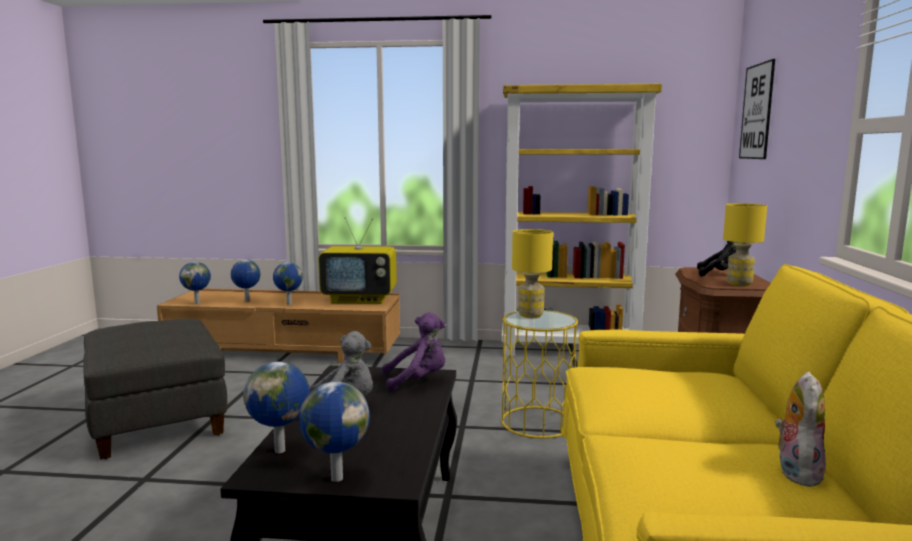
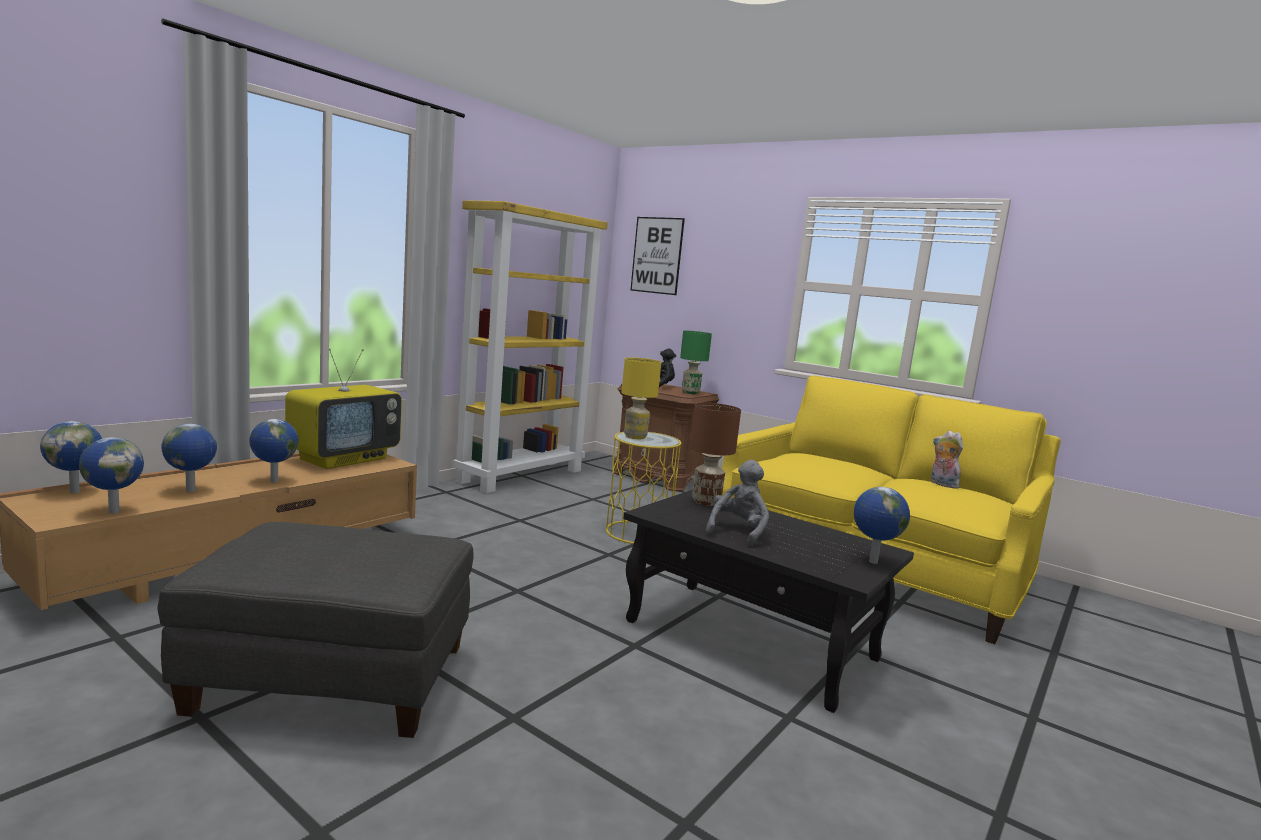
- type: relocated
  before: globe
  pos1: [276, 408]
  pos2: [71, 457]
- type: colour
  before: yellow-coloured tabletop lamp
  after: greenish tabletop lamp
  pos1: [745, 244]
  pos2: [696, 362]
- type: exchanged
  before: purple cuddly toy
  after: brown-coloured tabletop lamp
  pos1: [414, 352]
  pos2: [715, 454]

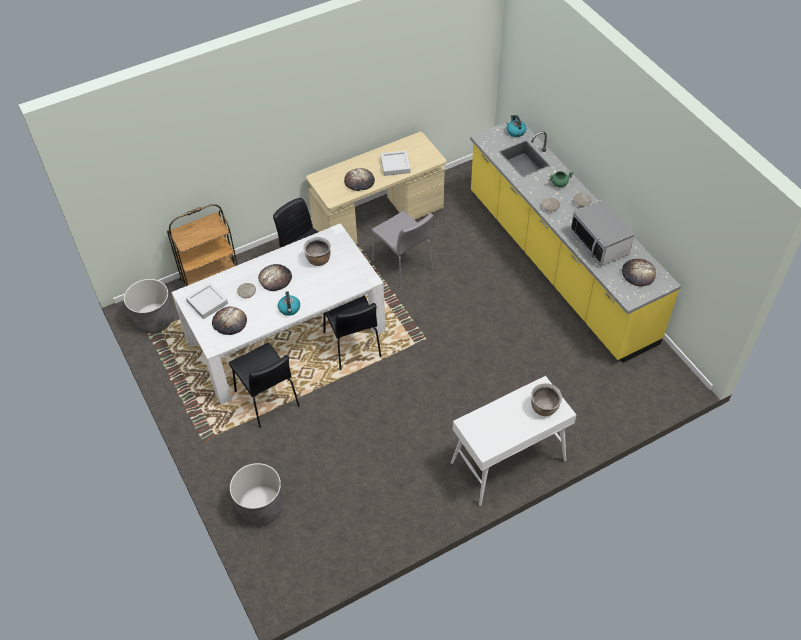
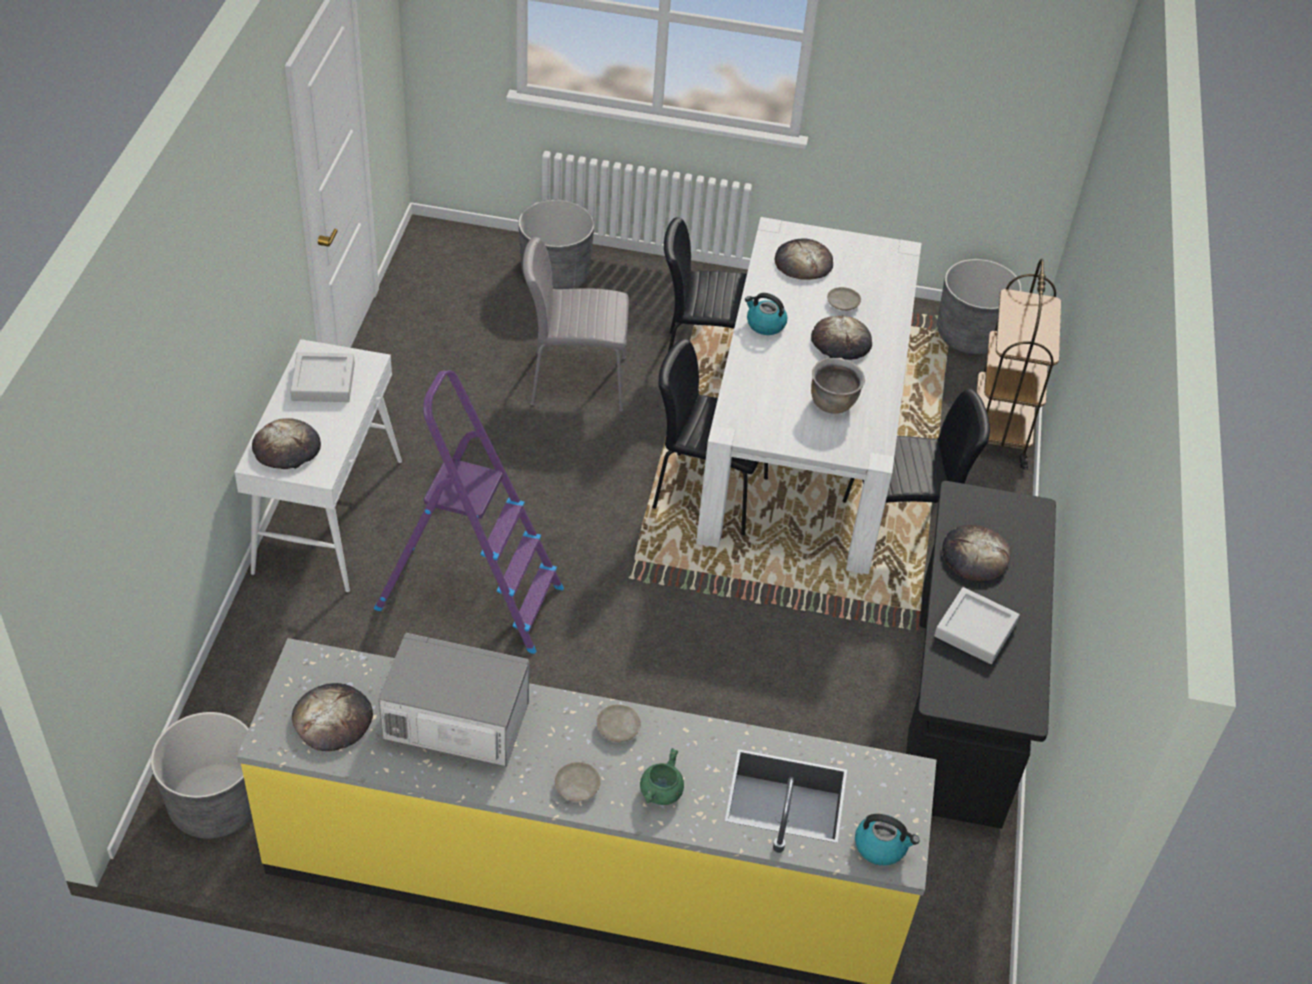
- type: appeared
  after: grey plant pot
  pos2: [201, 775]
- type: exchanged
  before: brown-coloured stockpot
  after: bread
  pos1: [546, 399]
  pos2: [286, 443]
- type: relocated
  before: grey tray
  pos1: [207, 301]
  pos2: [322, 377]
- type: appeared
  after: purple stepladder
  pos2: [469, 512]
- type: relocated
  before: grey upright chair
  pos1: [402, 249]
  pos2: [576, 324]
- type: colour
  before: sand-coloured desk
  after: blackish desk
  pos1: [376, 188]
  pos2: [981, 655]

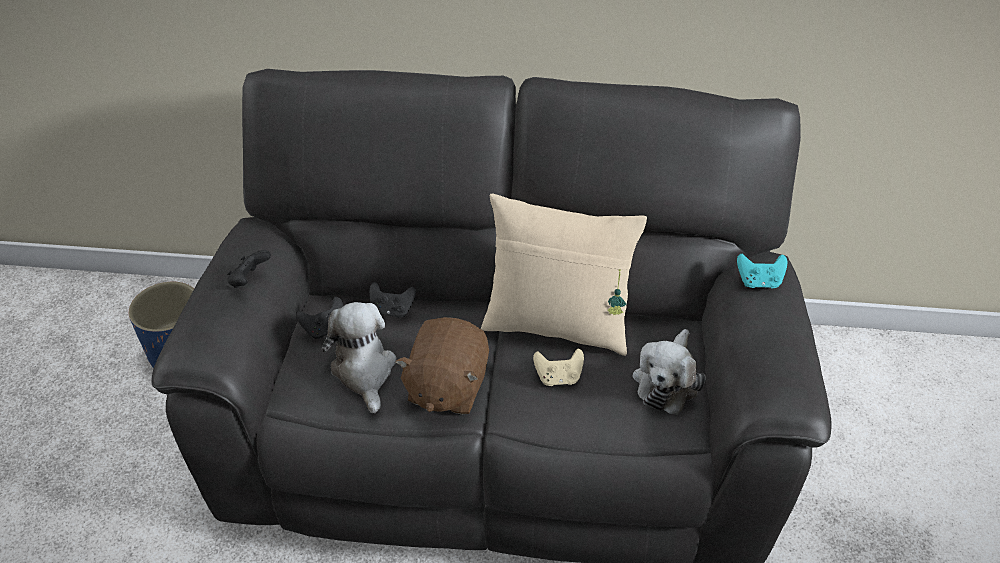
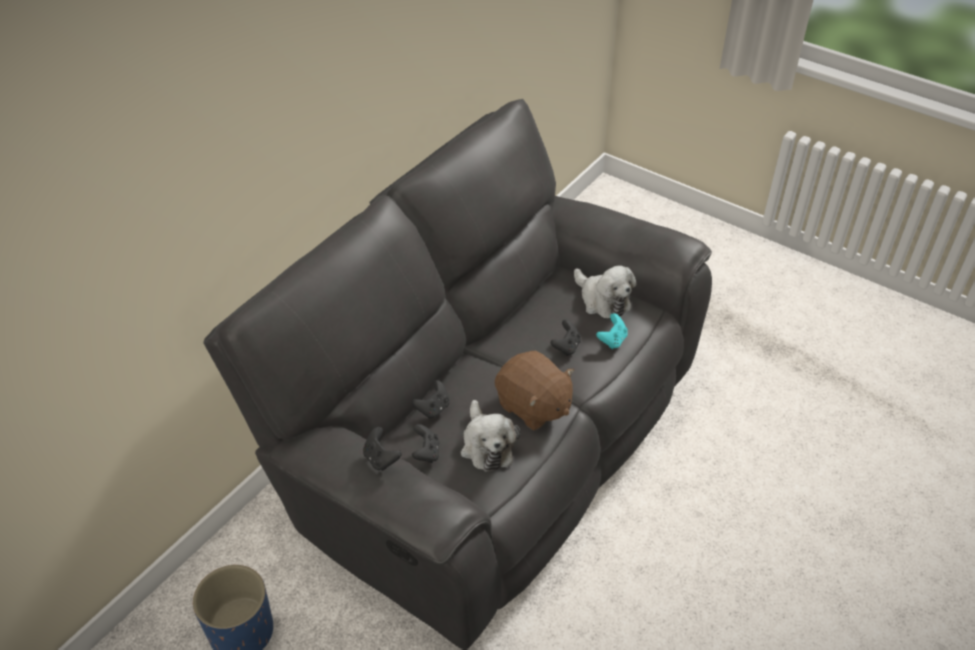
- type: spun
  before: cuddly toy
  pos1: [359, 358]
  pos2: [490, 436]
  turn: -120
- type: colour
  before: sand-coloured joypad
  after: blackish joypad
  pos1: [558, 367]
  pos2: [566, 338]
- type: relocated
  before: turquoise joypad
  pos1: [762, 271]
  pos2: [612, 331]
- type: missing
  before: sand-coloured throw pillow
  pos1: [564, 275]

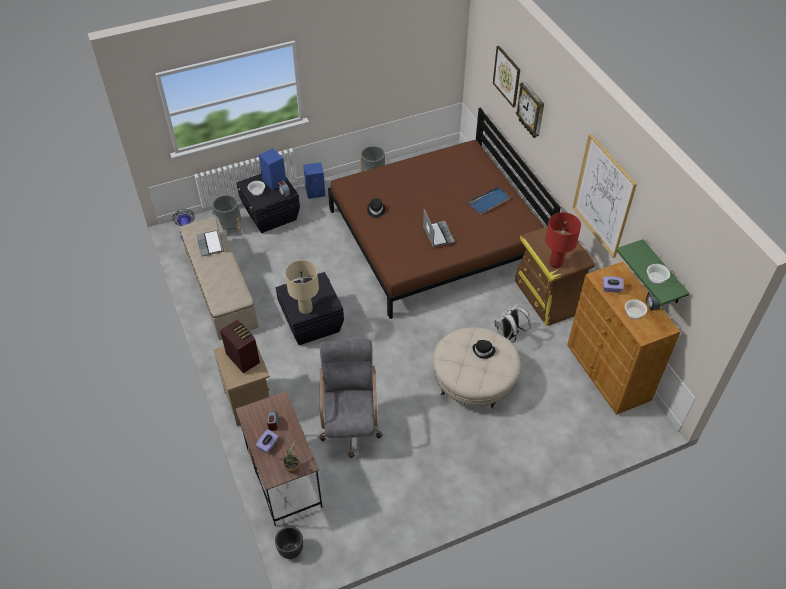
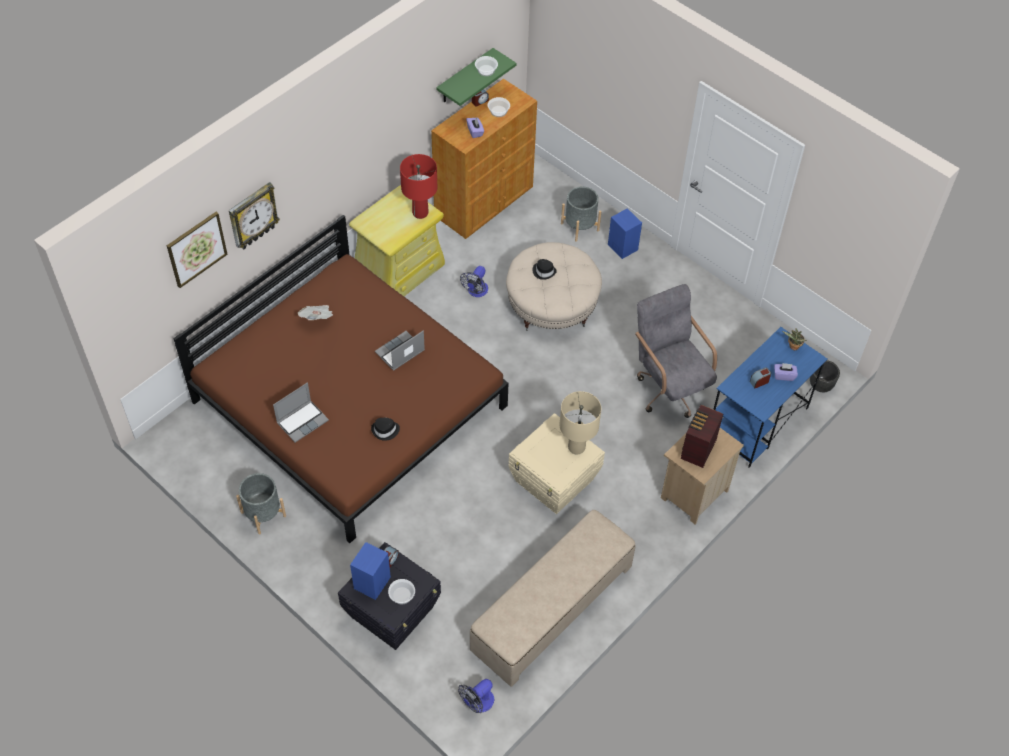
- type: relocated
  before: notebook computer
  pos1: [210, 235]
  pos2: [301, 413]
- type: exchanged
  before: blue tray
  after: printed paper
  pos1: [490, 200]
  pos2: [315, 312]
- type: colour
  before: brown-coloured night table
  after: yellow-coloured night table
  pos1: [555, 276]
  pos2: [397, 240]
- type: exchanged
  before: white-coloured backpack
  after: electric fan
  pos1: [512, 322]
  pos2: [474, 281]
- type: colour
  before: blackish storage bin
  after: sand-coloured storage bin
  pos1: [310, 308]
  pos2: [556, 463]
- type: relocated
  before: grey plant pot
  pos1: [227, 215]
  pos2: [581, 214]
- type: relocated
  before: blue loudspeaker
  pos1: [314, 180]
  pos2: [625, 233]
- type: spun
  before: grey office chair
  pos1: [351, 399]
  pos2: [676, 351]
  turn: 90
- type: colour
  before: brown-coloured desk
  after: blue desk
  pos1: [279, 458]
  pos2: [770, 397]
- type: missing
  before: picture
  pos1: [604, 196]

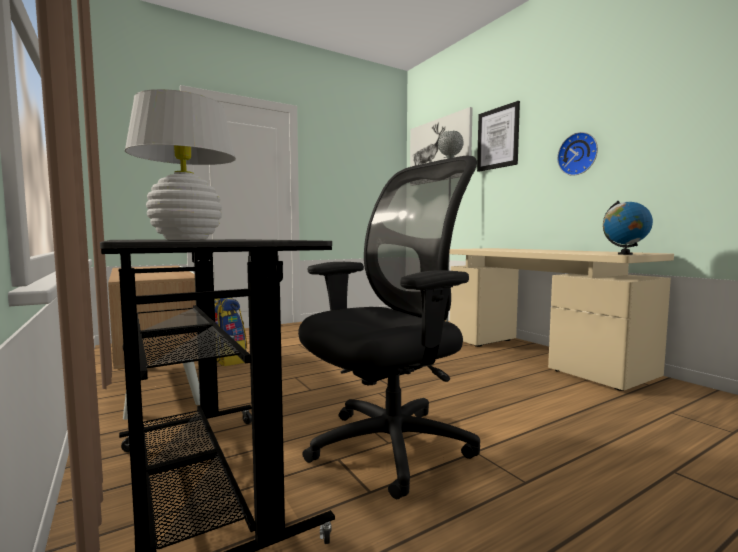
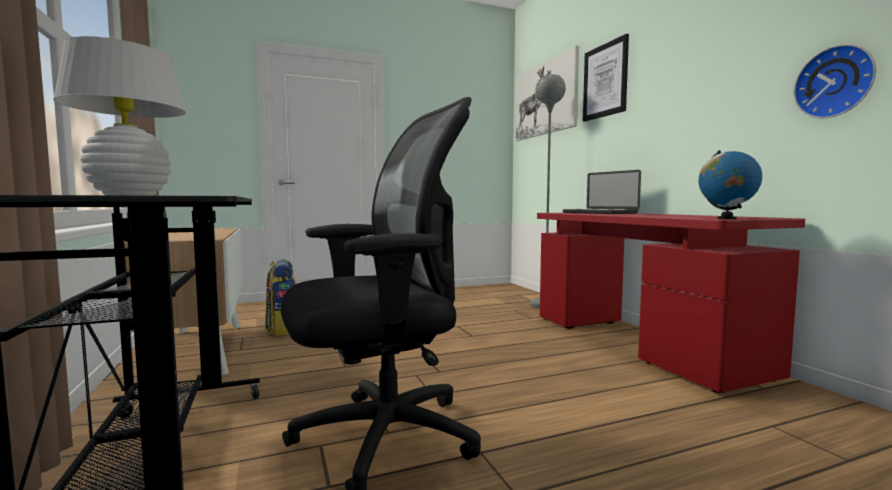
- type: colour
  before: sand-coloured desk
  after: red-coloured desk
  pos1: [561, 319]
  pos2: [671, 303]
- type: appeared
  after: notebook computer
  pos2: [602, 192]
- type: relocated
  before: wall clock
  pos1: [577, 154]
  pos2: [835, 81]

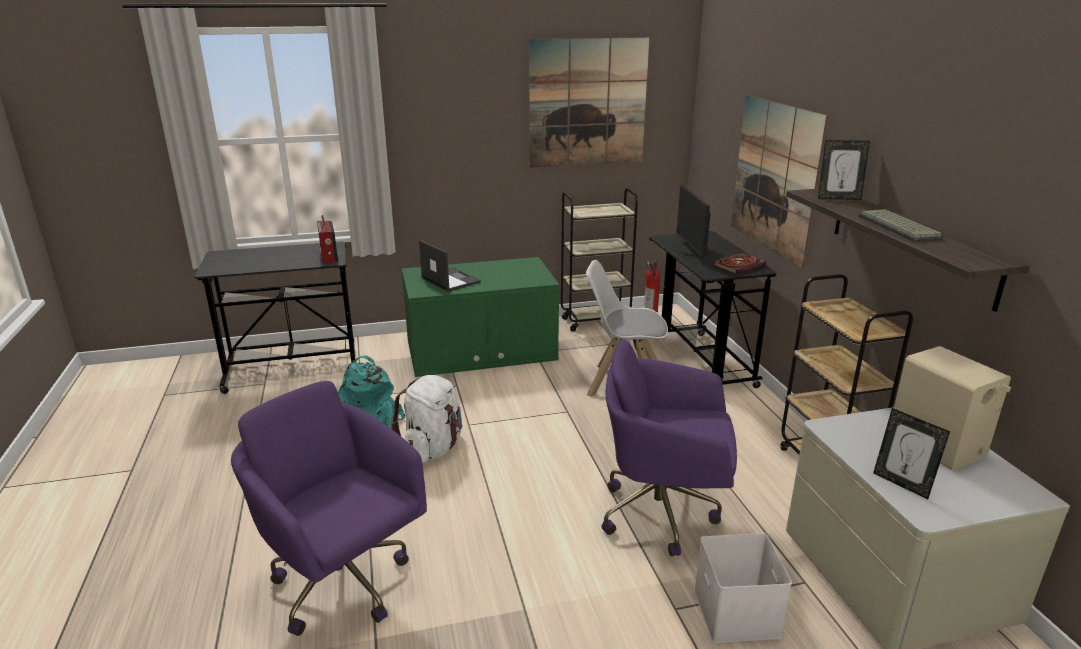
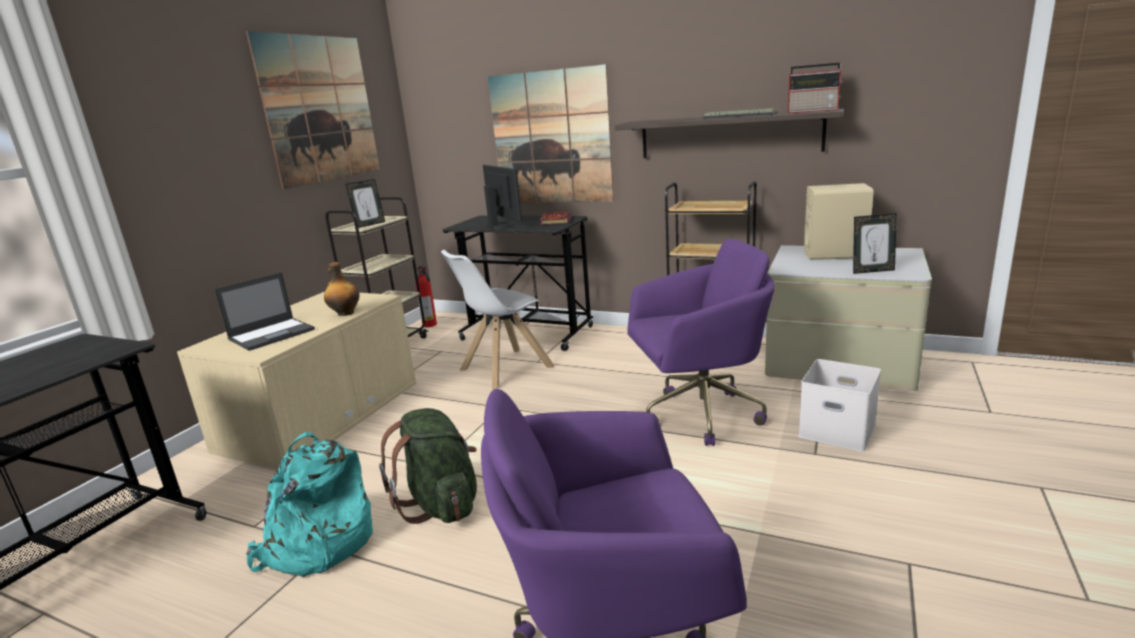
- type: colour
  before: greenish cabinet
  after: sand-coloured cabinet
  pos1: [480, 317]
  pos2: [297, 380]
- type: spun
  before: notebook computer
  pos1: [450, 266]
  pos2: [264, 311]
  turn: 135
- type: appeared
  after: beverage bottle
  pos2: [342, 289]
- type: relocated
  before: picture frame
  pos1: [844, 170]
  pos2: [365, 203]
- type: colour
  before: white-coloured backpack
  after: greenish backpack
  pos1: [426, 419]
  pos2: [428, 466]
- type: spun
  before: computer display
  pos1: [694, 221]
  pos2: [502, 197]
  turn: -150
- type: spun
  before: purple office chair
  pos1: [669, 447]
  pos2: [701, 342]
  turn: -150
- type: relocated
  before: radio receiver
  pos1: [327, 239]
  pos2: [815, 87]

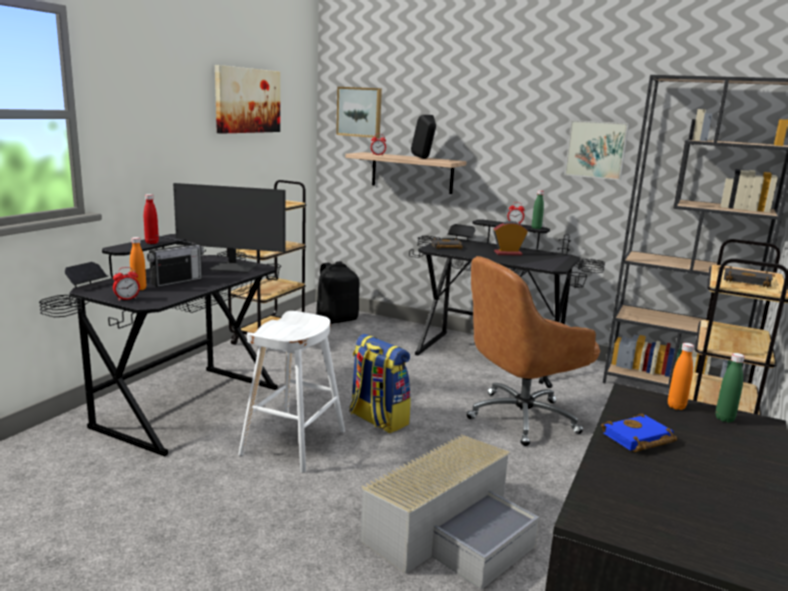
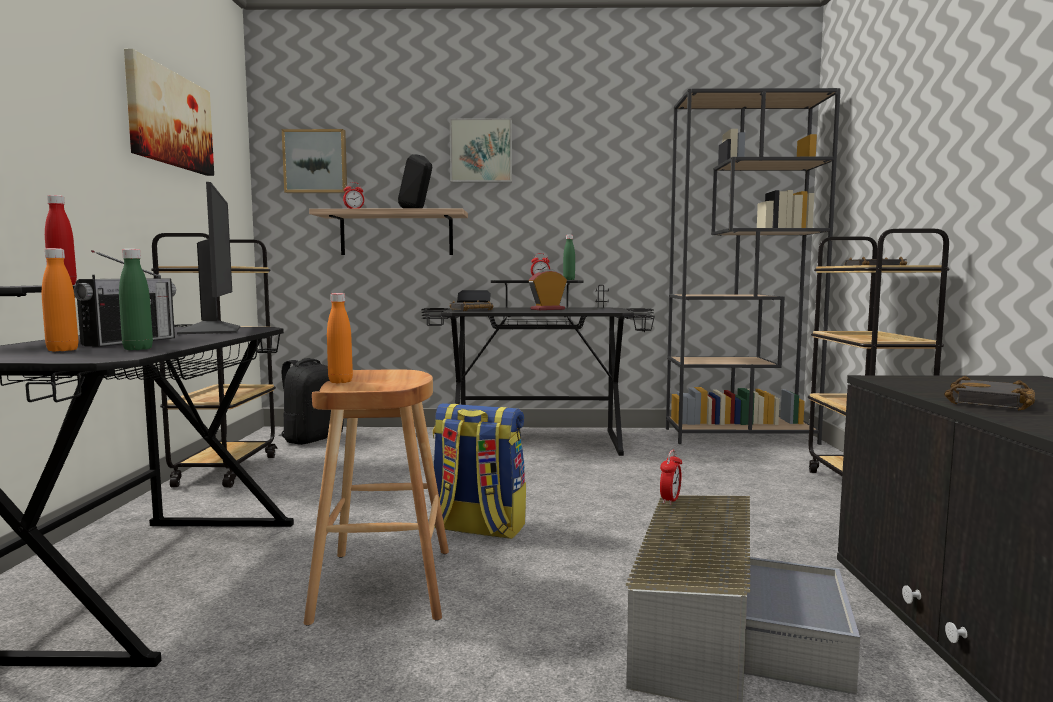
- type: relocated
  before: greenish beverage bottle
  pos1: [730, 388]
  pos2: [136, 299]
- type: spun
  before: computer display
  pos1: [229, 228]
  pos2: [208, 258]
  turn: -90
- type: colour
  before: white-coloured sitting stool
  after: brown-coloured sitting stool
  pos1: [291, 392]
  pos2: [376, 498]
- type: relocated
  before: orange-coloured beverage bottle
  pos1: [681, 376]
  pos2: [340, 338]
- type: relocated
  before: picture
  pos1: [596, 150]
  pos2: [481, 150]
- type: relocated
  before: bedside clock
  pos1: [126, 284]
  pos2: [671, 477]
- type: colour
  before: blue bound book
  after: blackish bound book
  pos1: [639, 432]
  pos2: [989, 393]
- type: missing
  before: brown-coloured office chair
  pos1: [533, 351]

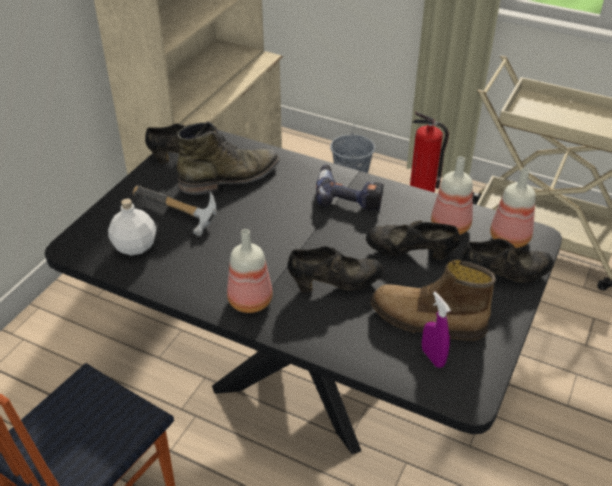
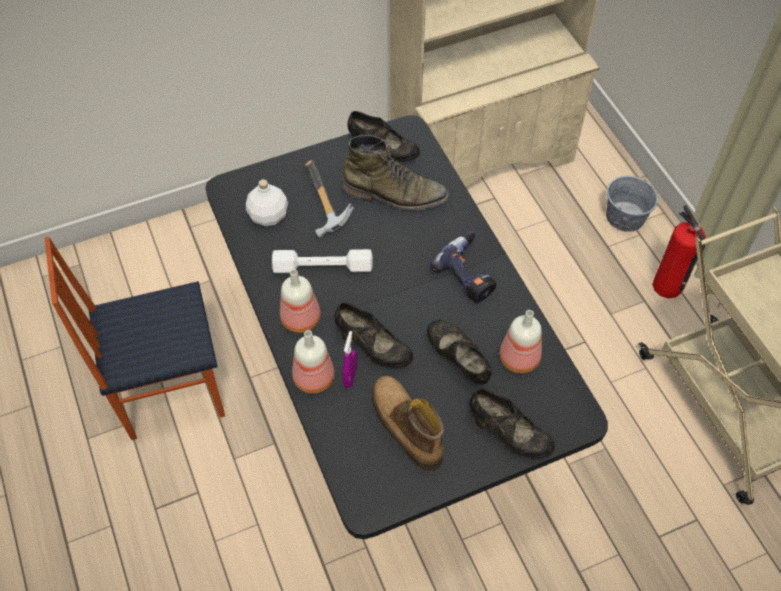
- type: appeared
  after: white-coloured dumbbell
  pos2: [322, 261]
- type: relocated
  before: beverage bottle
  pos1: [512, 208]
  pos2: [313, 362]
- type: relocated
  before: purple spray bottle
  pos1: [436, 330]
  pos2: [349, 359]

